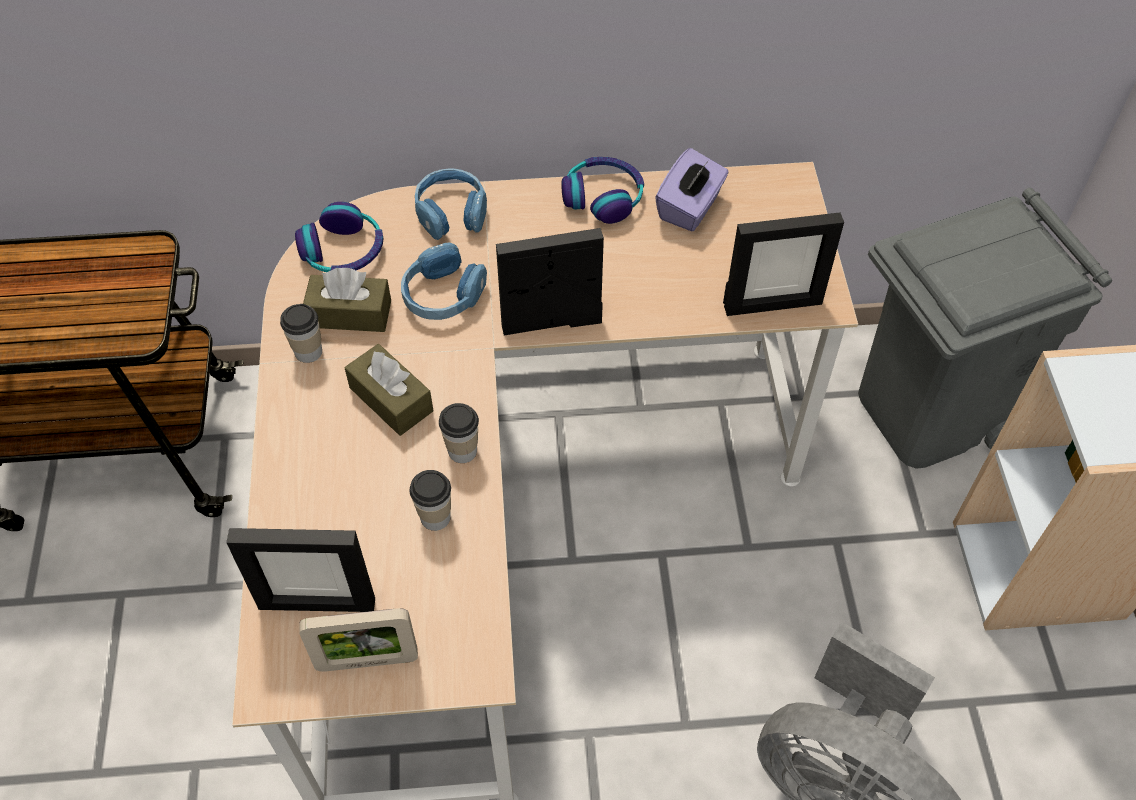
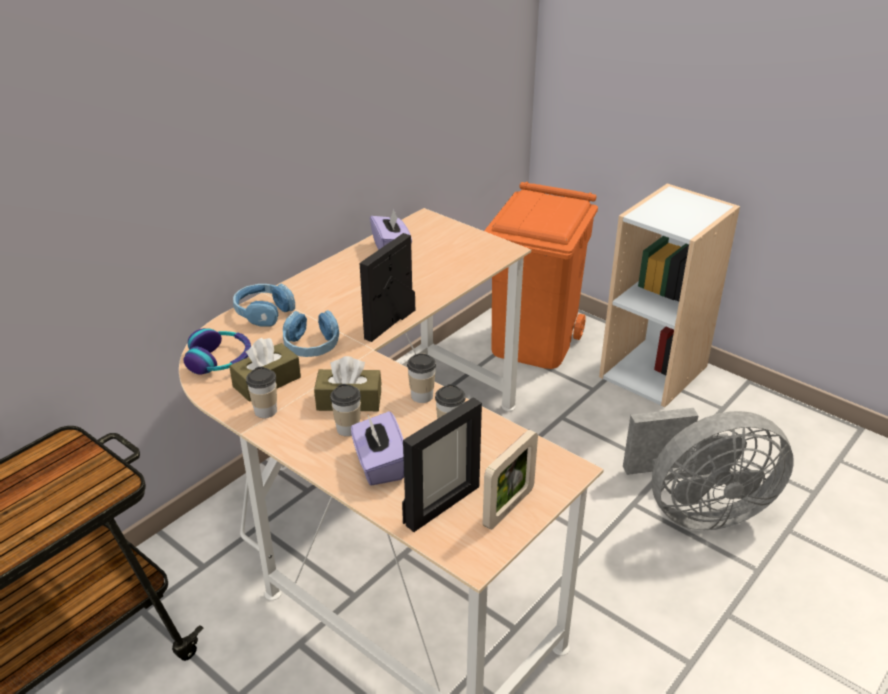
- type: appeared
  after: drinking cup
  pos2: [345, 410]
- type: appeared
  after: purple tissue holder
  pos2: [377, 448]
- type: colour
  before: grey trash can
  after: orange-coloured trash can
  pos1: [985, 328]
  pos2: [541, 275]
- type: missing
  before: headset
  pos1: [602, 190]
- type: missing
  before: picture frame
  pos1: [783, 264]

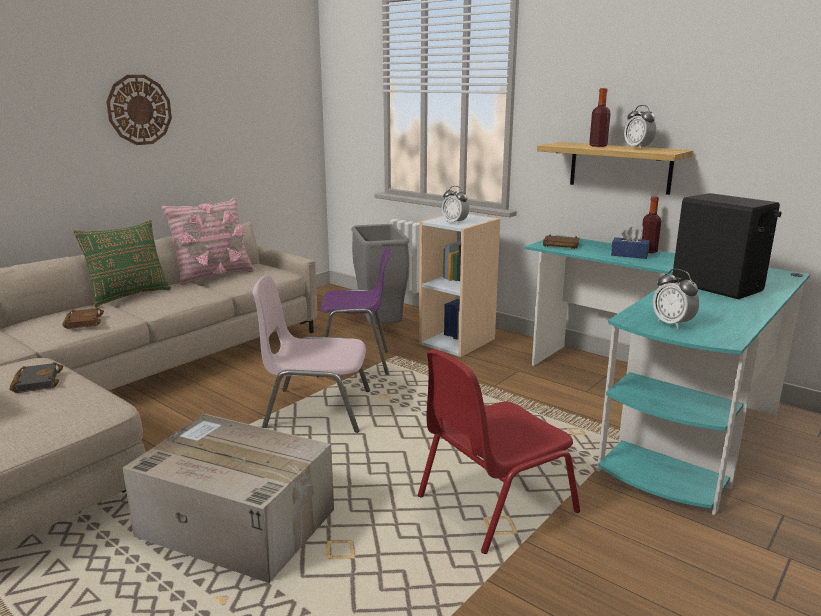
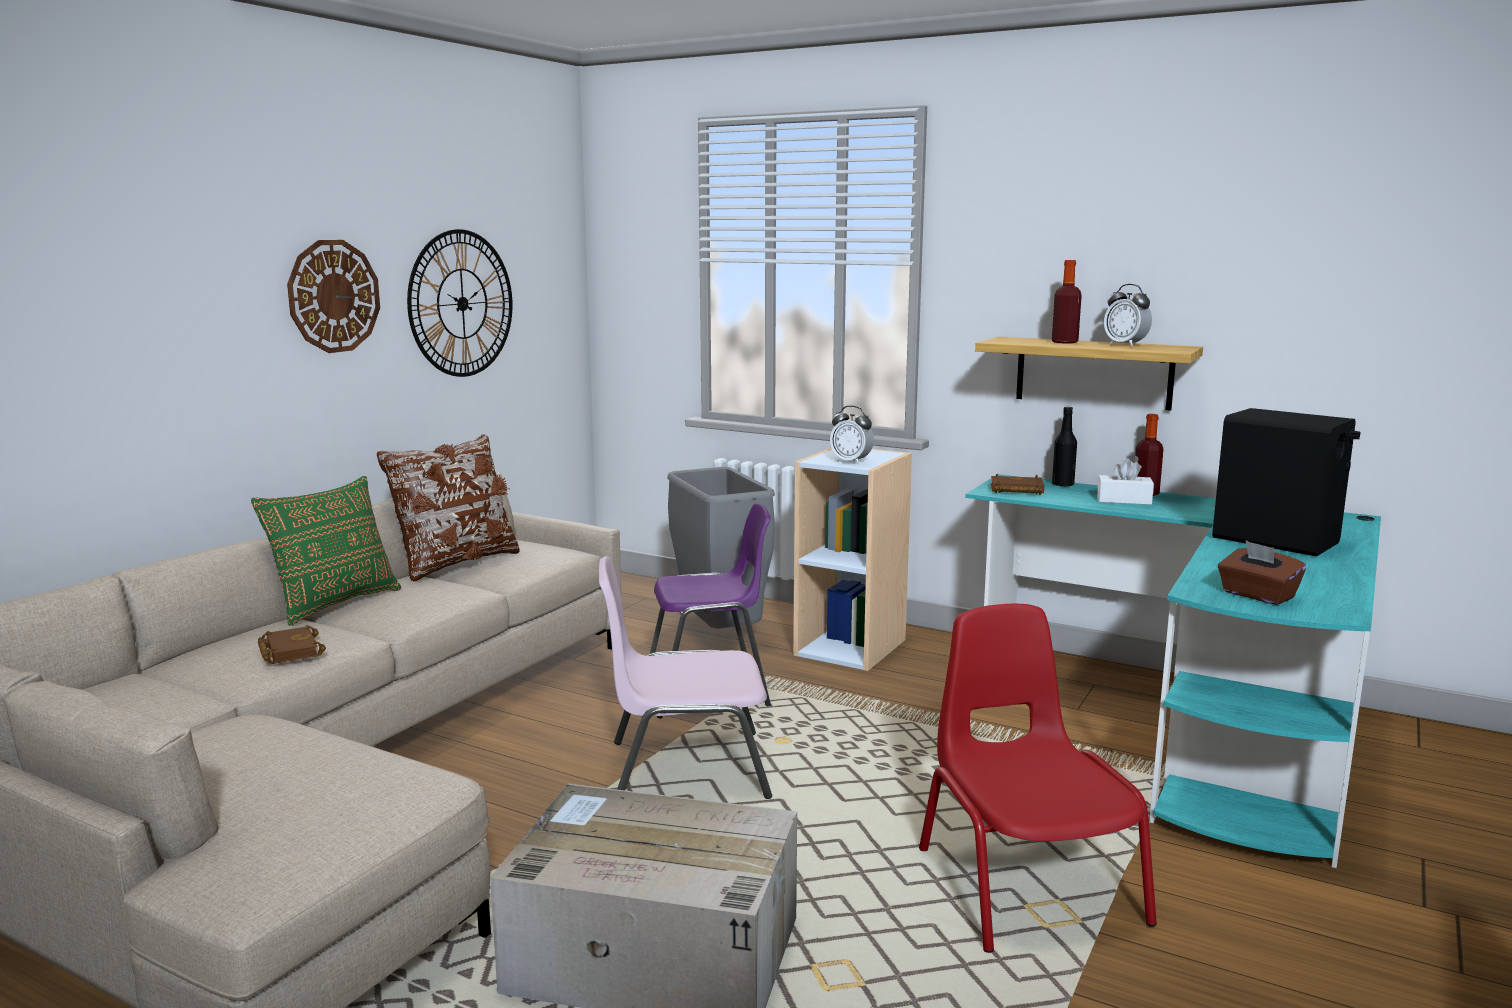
- type: colour
  before: pink throw pillow
  after: brown-coloured throw pillow
  pos1: [208, 241]
  pos2: [448, 507]
- type: appeared
  after: wall clock
  pos2: [460, 303]
- type: spun
  before: red-coloured upright chair
  pos1: [499, 451]
  pos2: [1038, 778]
  turn: 120
- type: appeared
  after: blackish beverage bottle
  pos2: [1064, 446]
- type: colour
  before: blue tissue holder
  after: white-coloured tissue holder
  pos1: [630, 243]
  pos2: [1125, 481]
- type: exchanged
  before: bedside clock
  after: brown-coloured tissue holder
  pos1: [676, 299]
  pos2: [1262, 572]
- type: missing
  before: blackish bound book
  pos1: [36, 377]

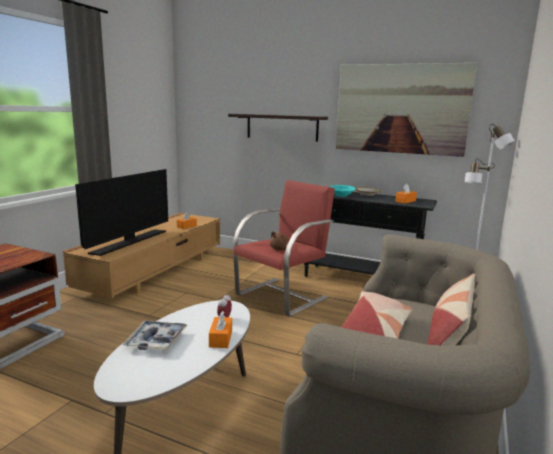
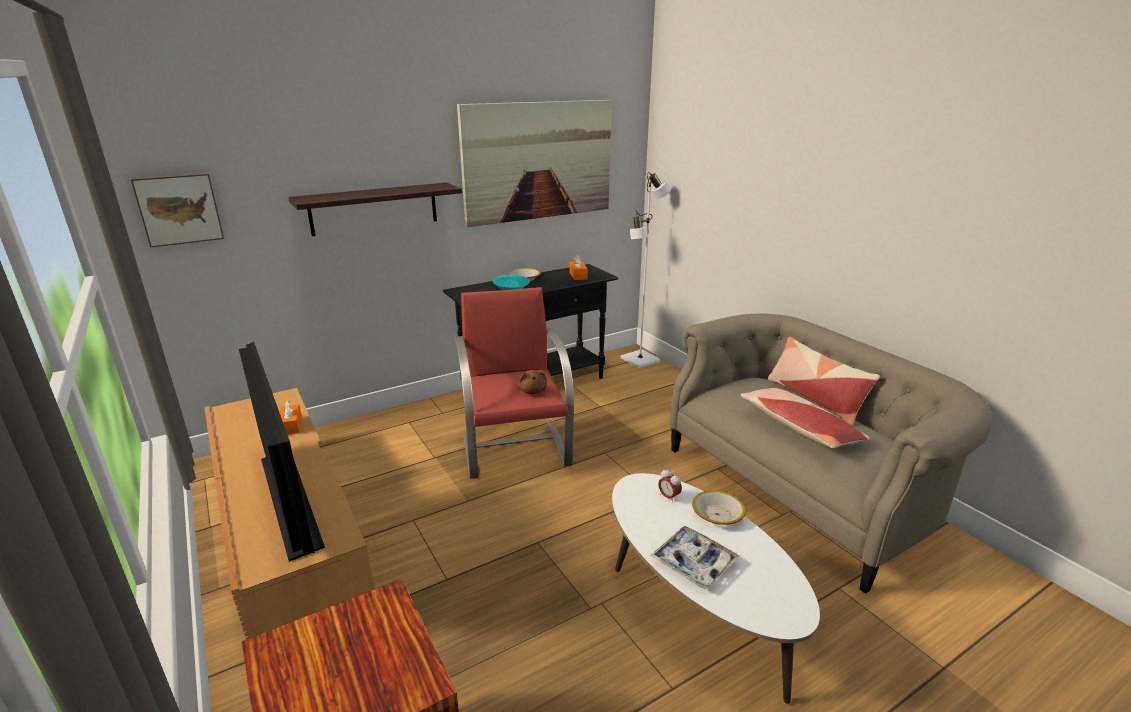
- type: appeared
  after: picture
  pos2: [177, 210]
- type: exchanged
  before: orange-coloured tissue holder
  after: bowl
  pos1: [220, 329]
  pos2: [719, 507]

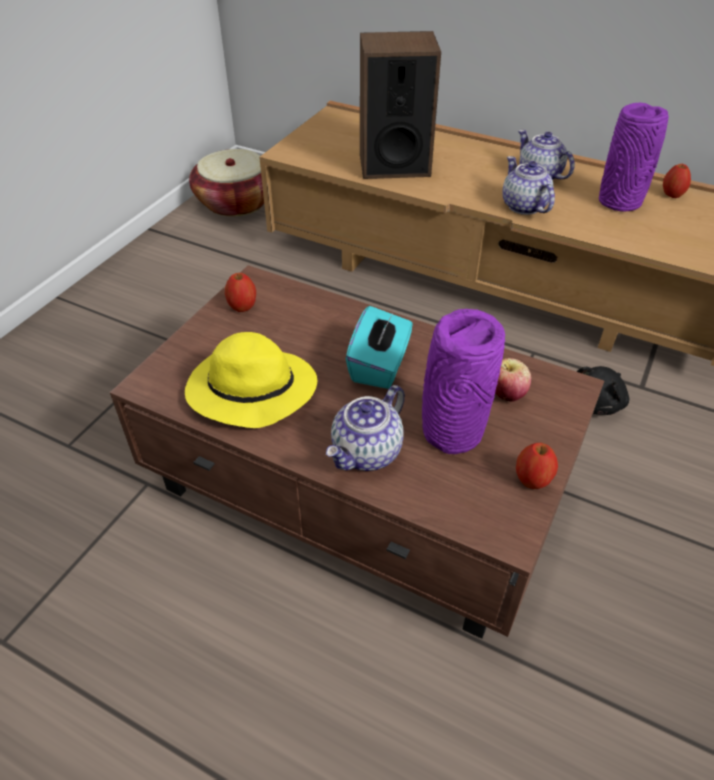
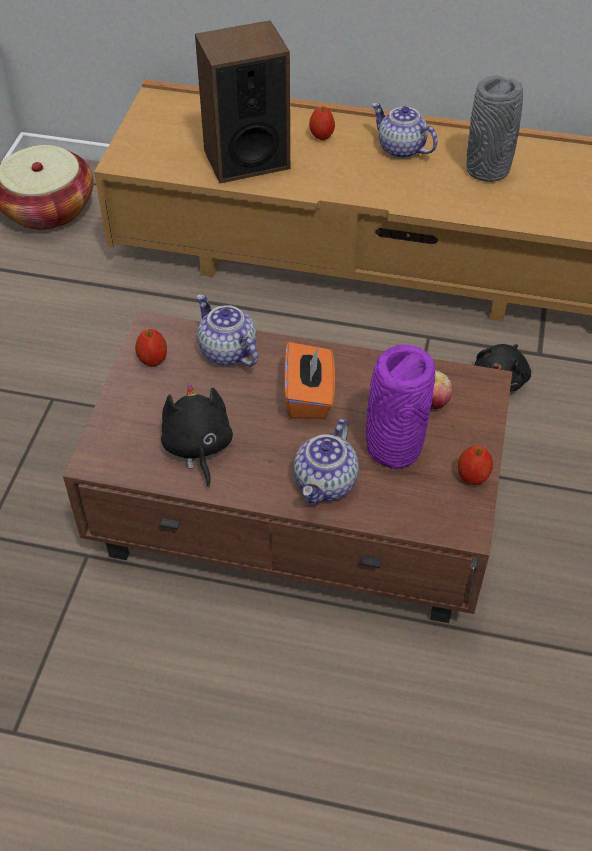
- type: exchanged
  before: yellow-coloured wearable hat
  after: blackish cuddly toy
  pos1: [251, 380]
  pos2: [197, 435]
- type: relocated
  before: pot for tea
  pos1: [528, 185]
  pos2: [227, 330]
- type: colour
  before: turquoise tissue holder
  after: orange-coloured tissue holder
  pos1: [379, 347]
  pos2: [309, 380]
- type: relocated
  before: apple
  pos1: [677, 181]
  pos2: [322, 123]
- type: colour
  before: purple flower vase
  after: grey flower vase
  pos1: [634, 157]
  pos2: [494, 128]

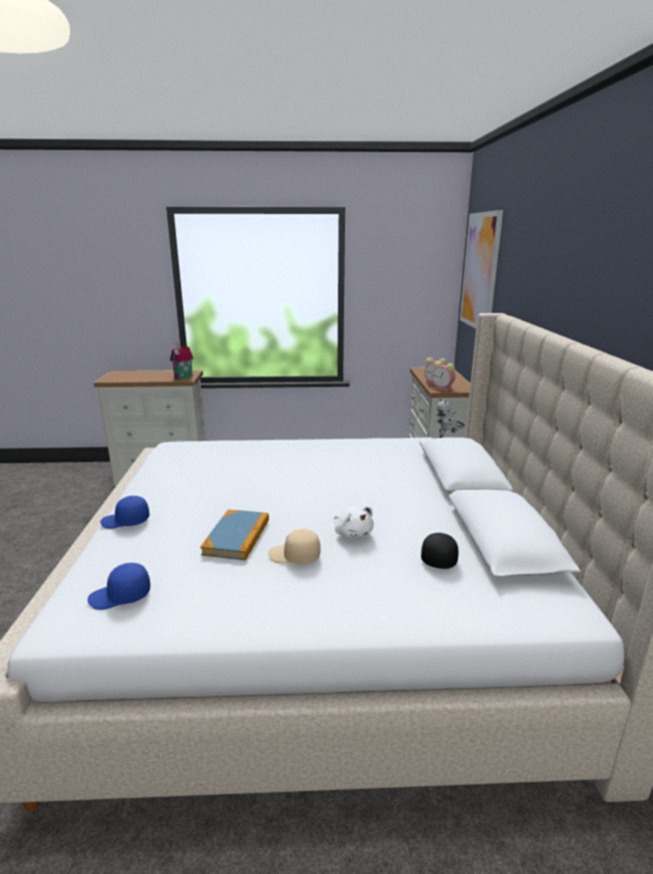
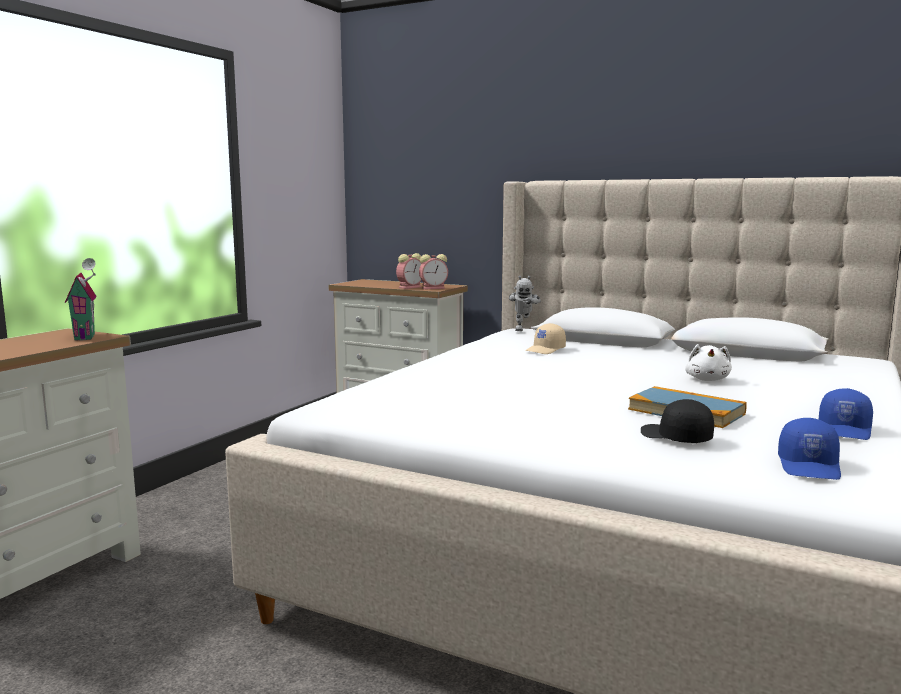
- type: relocated
  before: sand-coloured baseball cap
  pos1: [294, 546]
  pos2: [545, 338]
- type: relocated
  before: blackish baseball cap
  pos1: [439, 551]
  pos2: [677, 421]
- type: spun
  before: white-coloured cuddly toy
  pos1: [354, 522]
  pos2: [708, 362]
  turn: 105
- type: relocated
  before: blue baseball cap
  pos1: [124, 512]
  pos2: [846, 414]
- type: missing
  before: picture
  pos1: [481, 269]

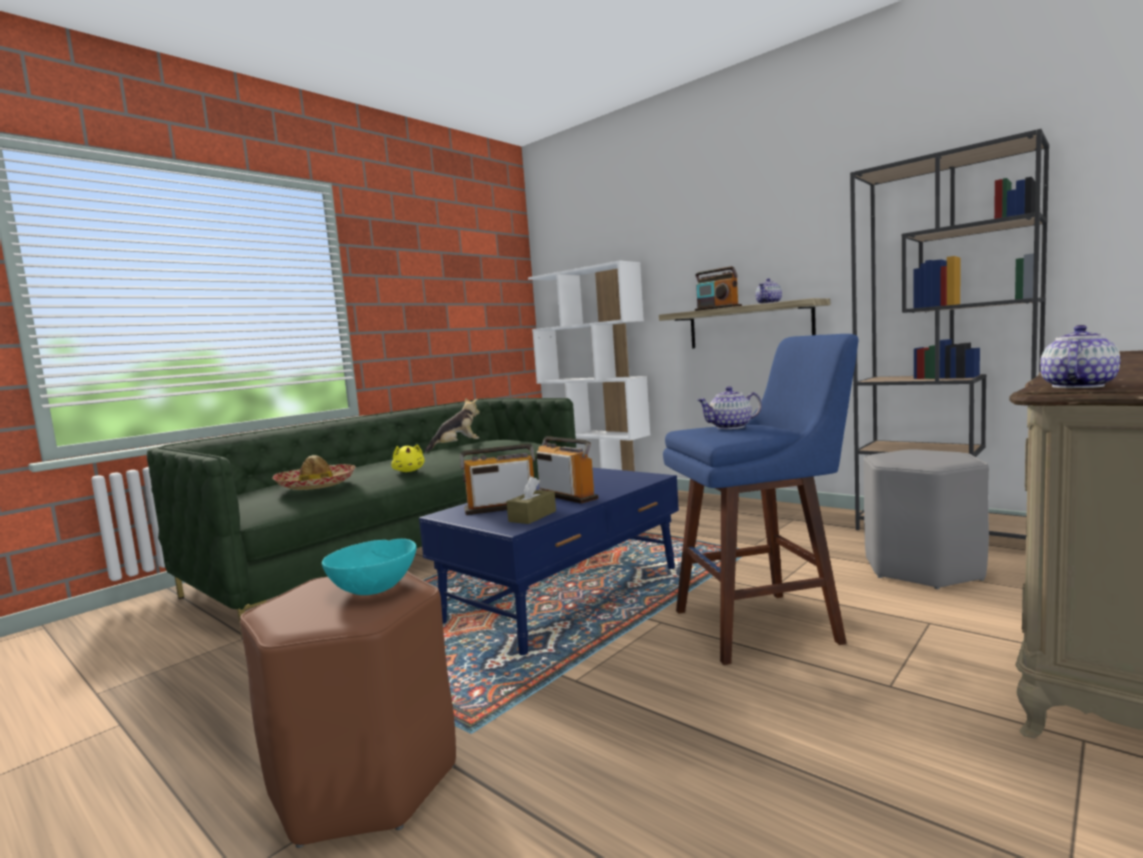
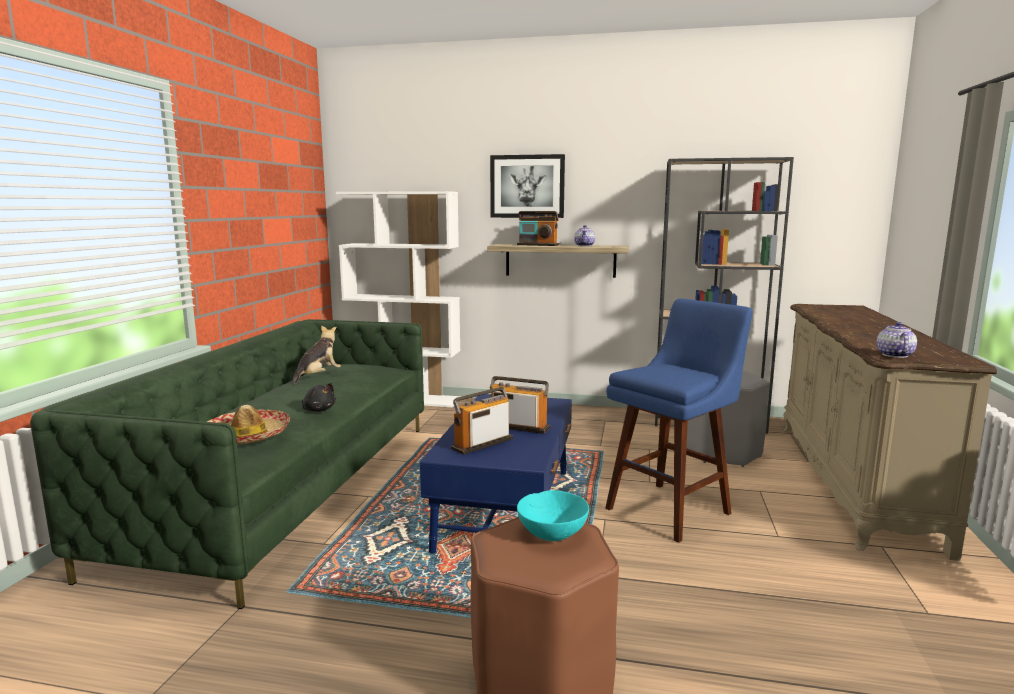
- type: colour
  before: yellow-coloured cuddly toy
  after: blackish cuddly toy
  pos1: [408, 458]
  pos2: [319, 397]
- type: appeared
  after: picture
  pos2: [527, 186]
- type: missing
  before: brown-coloured tissue holder
  pos1: [531, 500]
- type: missing
  before: pot for tea
  pos1: [729, 407]

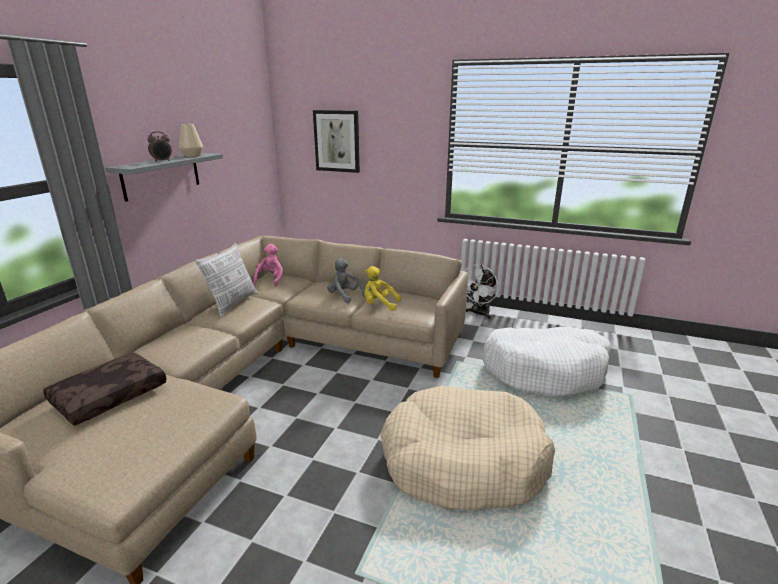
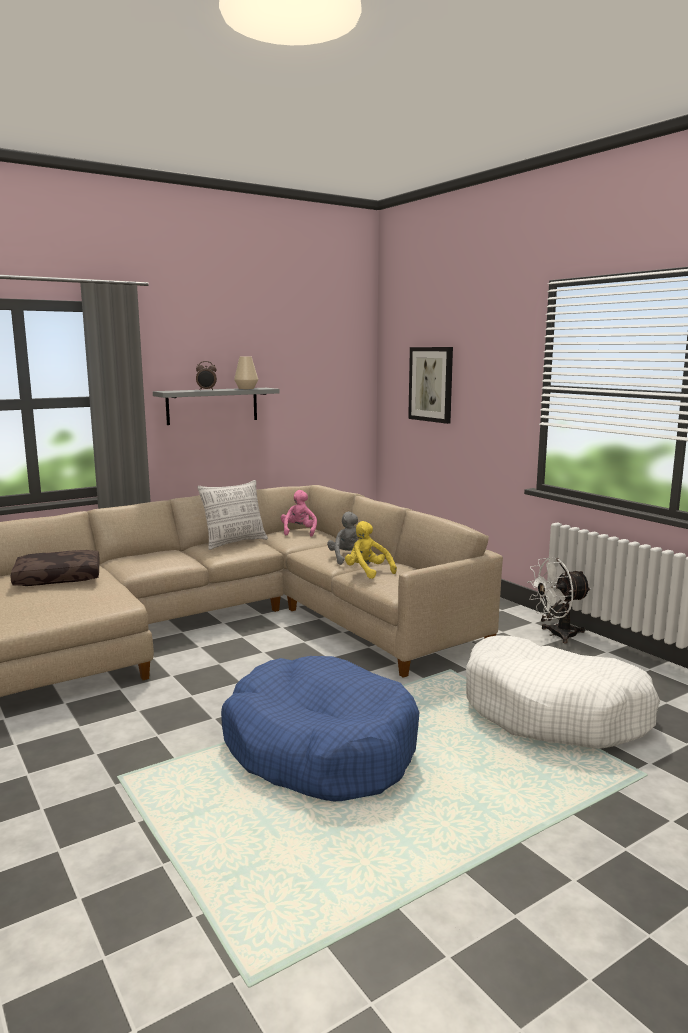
- type: colour
  before: sand-coloured pet bed
  after: blue pet bed
  pos1: [468, 448]
  pos2: [320, 728]
- type: spun
  before: pink cuddly toy
  pos1: [268, 265]
  pos2: [299, 513]
  turn: -45

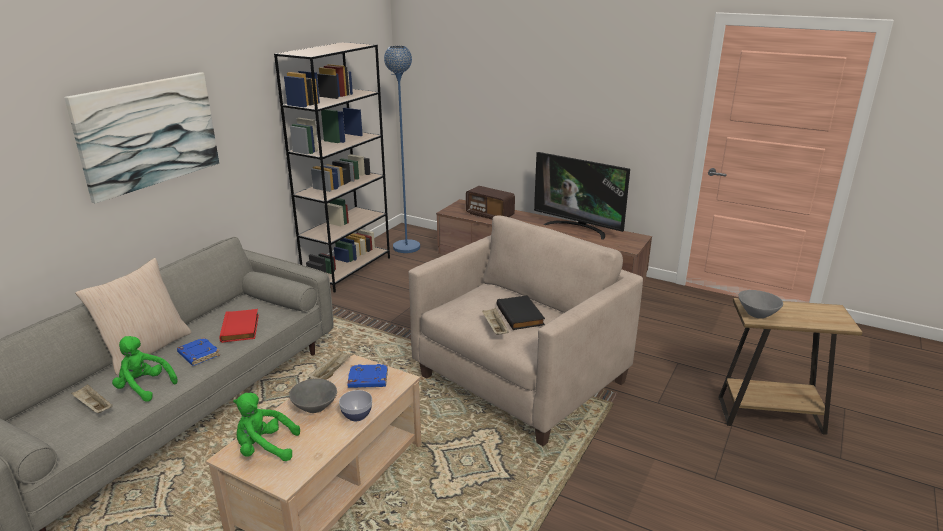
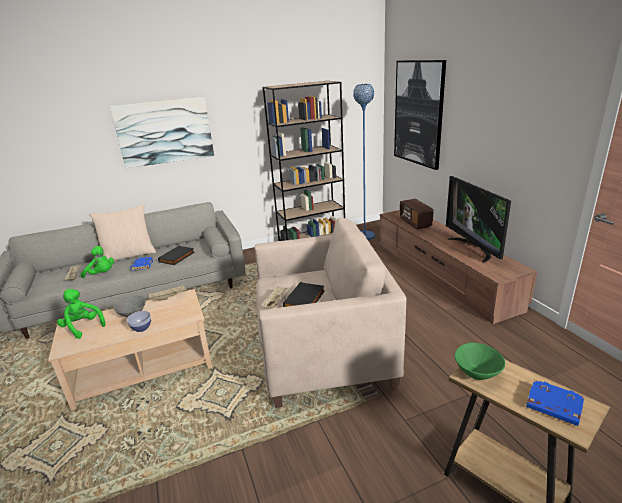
- type: spun
  before: greenish cuddly toy
  pos1: [145, 369]
  pos2: [97, 262]
  turn: 135
- type: colour
  before: red-coloured bound book
  after: blackish bound book
  pos1: [239, 326]
  pos2: [176, 255]
- type: appeared
  after: picture
  pos2: [420, 115]
- type: colour
  before: grey bowl
  after: greenish bowl
  pos1: [760, 304]
  pos2: [480, 361]
- type: relocated
  before: blue bound book
  pos1: [367, 376]
  pos2: [555, 402]

